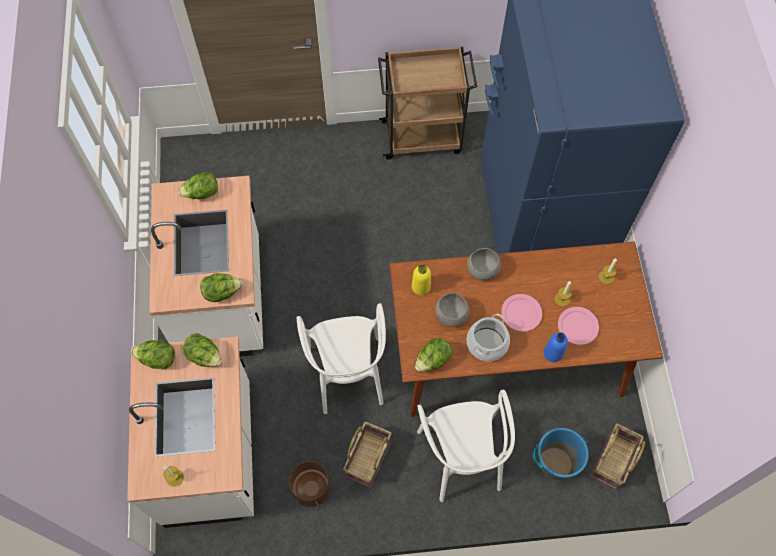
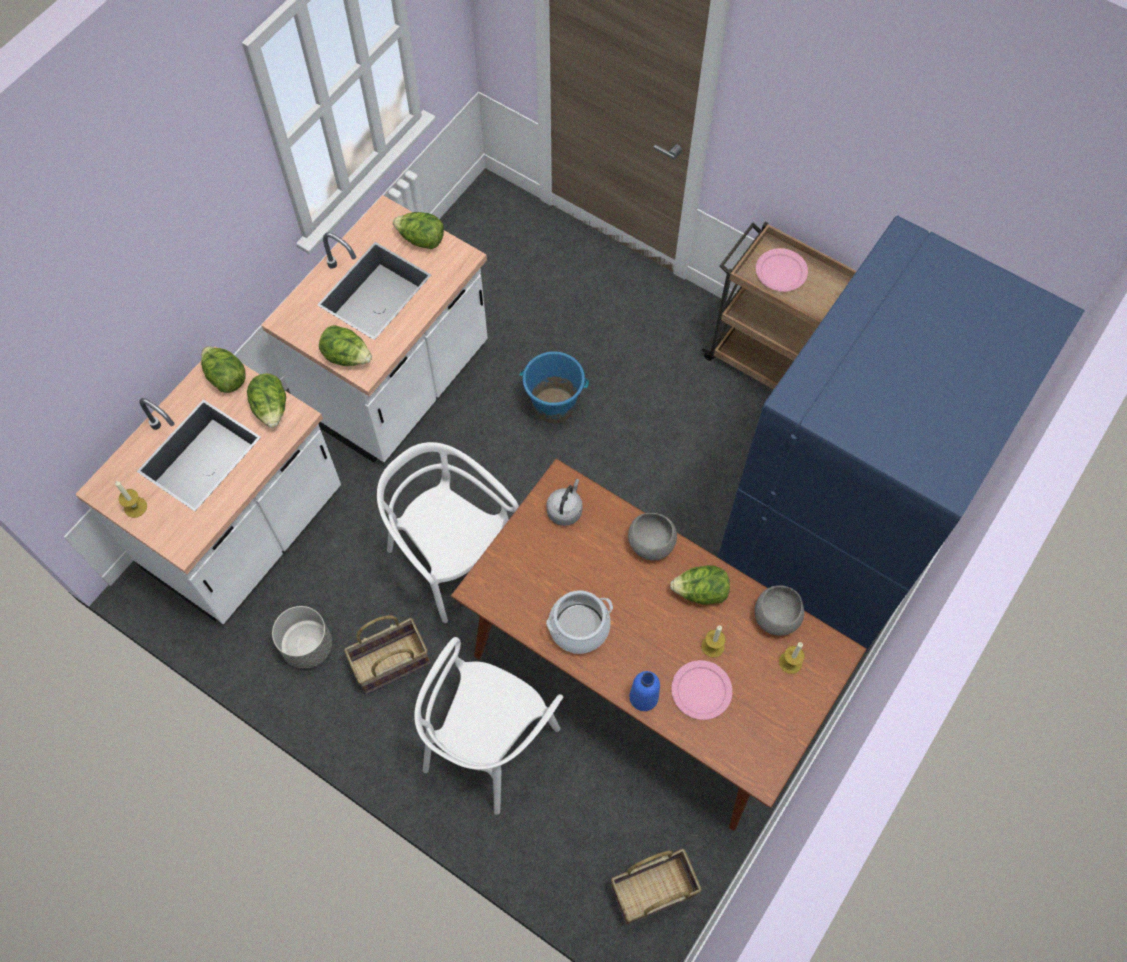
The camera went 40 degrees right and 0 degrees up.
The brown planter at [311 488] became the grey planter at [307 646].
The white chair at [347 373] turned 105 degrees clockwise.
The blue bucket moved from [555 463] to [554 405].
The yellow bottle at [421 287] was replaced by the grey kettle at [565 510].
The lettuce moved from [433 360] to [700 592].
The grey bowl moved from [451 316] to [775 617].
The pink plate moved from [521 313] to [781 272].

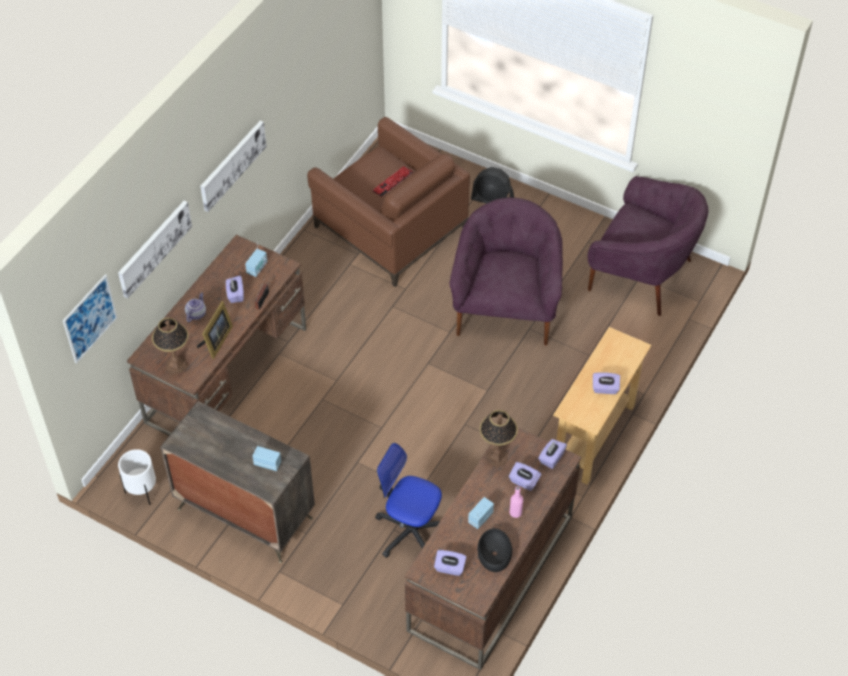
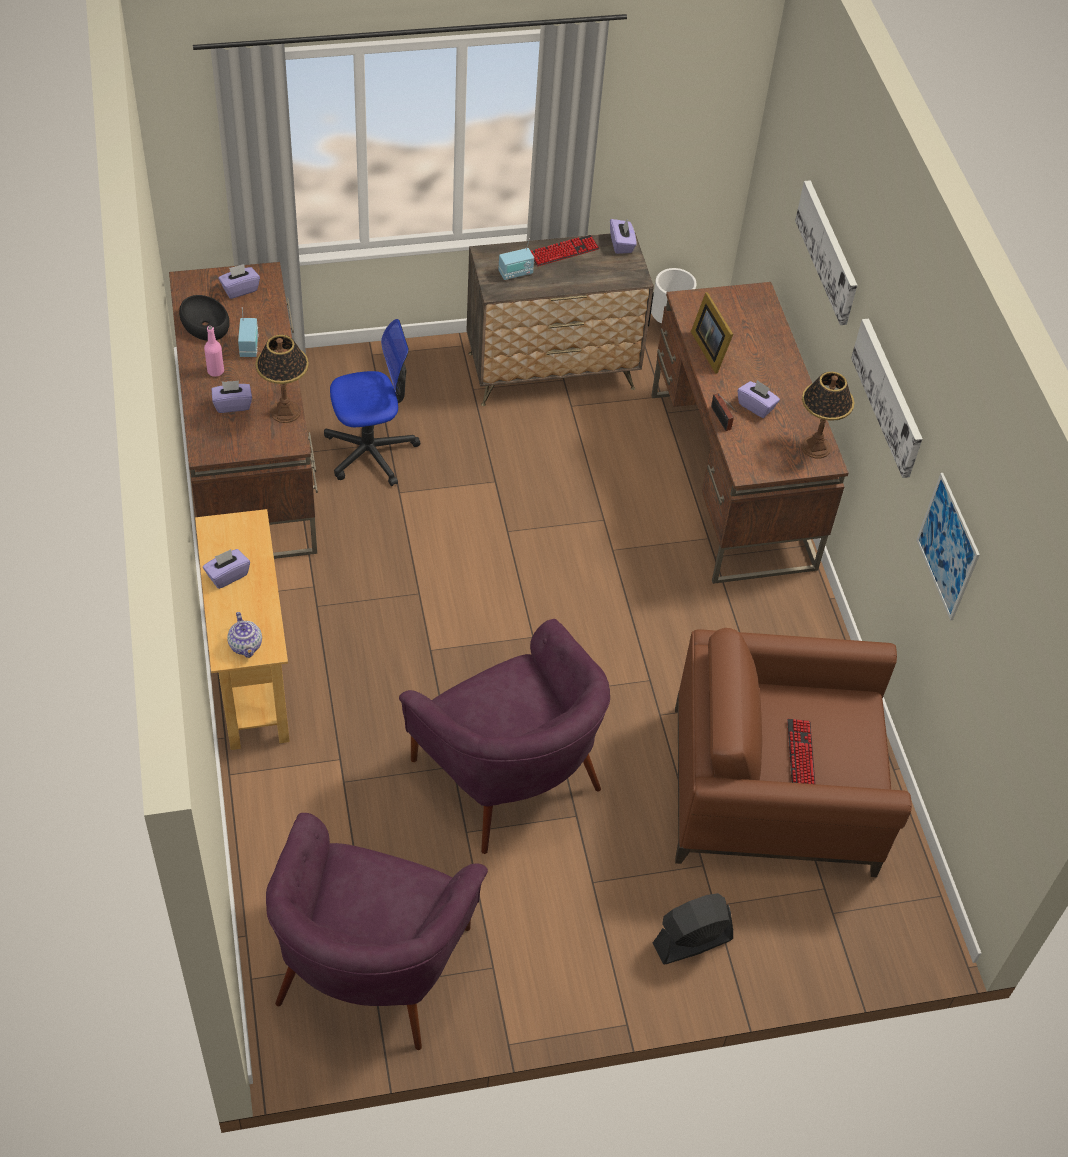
The camera went 135 degrees right and 0 degrees up.
The teapot moved from [196 313] to [246 646].
The purple armchair at [641 274] turned 60 degrees counterclockwise.
The keyboard at [564 251] appeared.
The purple tissue box moved from [551 458] to [621 244].
The table lamp moved from [176 365] to [815 447].
The picture moved from [90 318] to [948 546].
The radio at [257 268] disappeared.

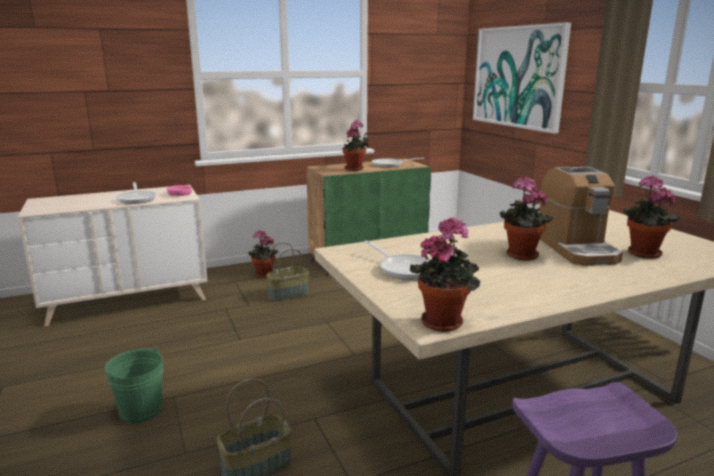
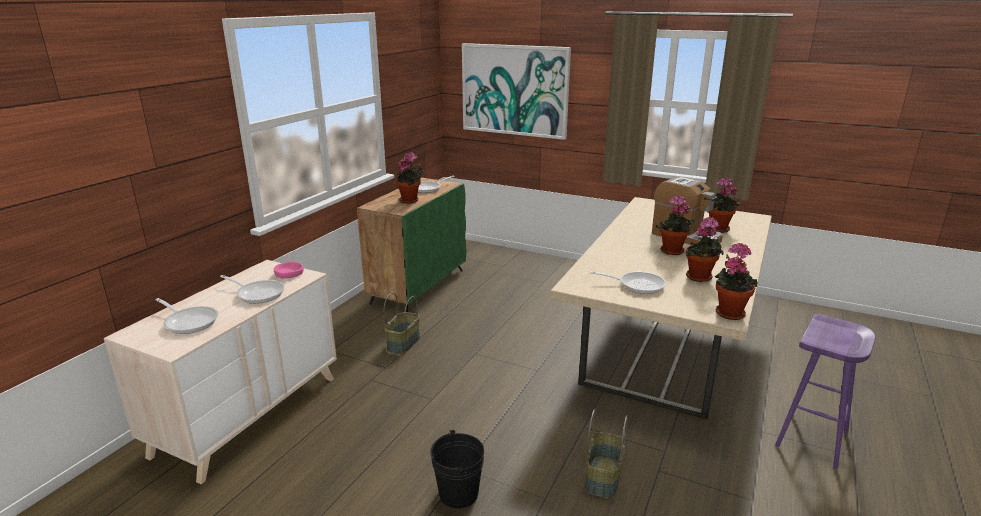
The camera went 40 degrees left and 5 degrees up.
The frying pan at [189 321] appeared.
The green bucket at [141 410] became the black bucket at [458 493].
The potted plant moved from [263 275] to [700 278].

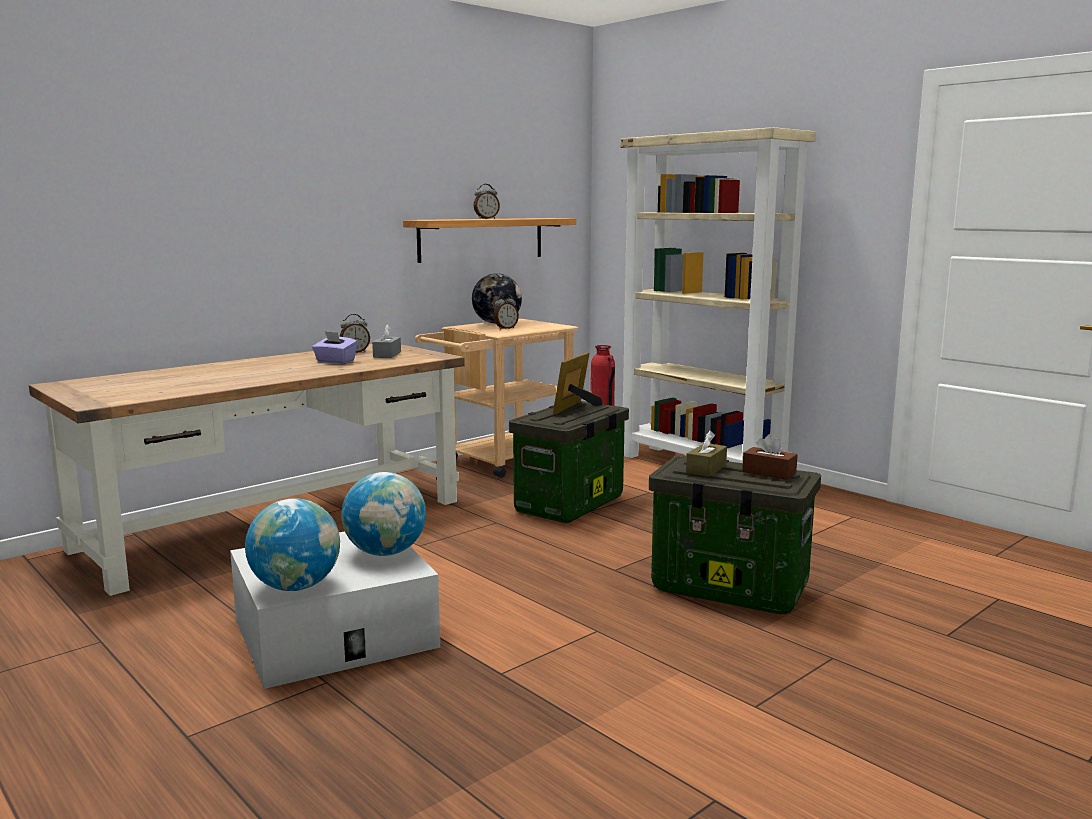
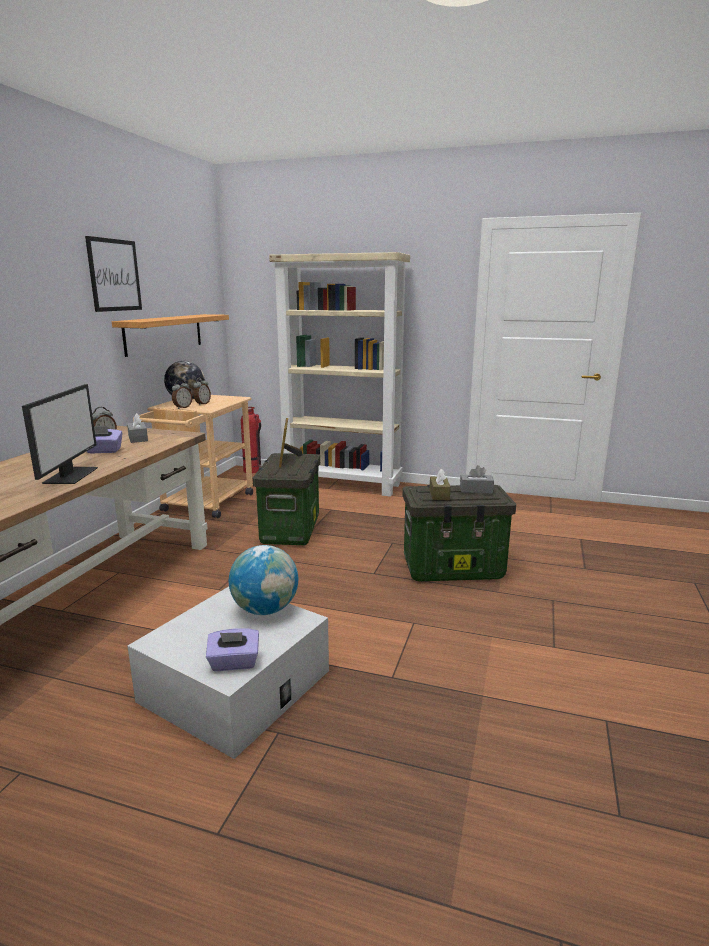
The camera went 30 degrees left and 5 degrees up.
The monitor at [70 475] appeared.
The picture at [114 275] appeared.
The alarm clock moved from [486 218] to [182 407].
The globe at [296 586] was replaced by the purple tissue box at [234 663].
The brown tissue box at [769 472] became the grey tissue box at [476 490].

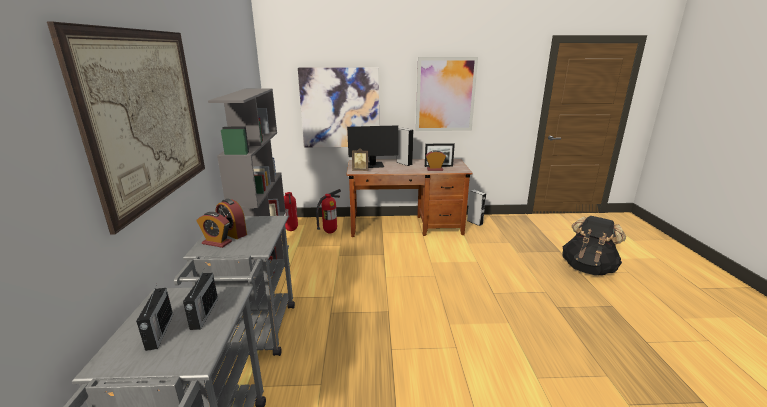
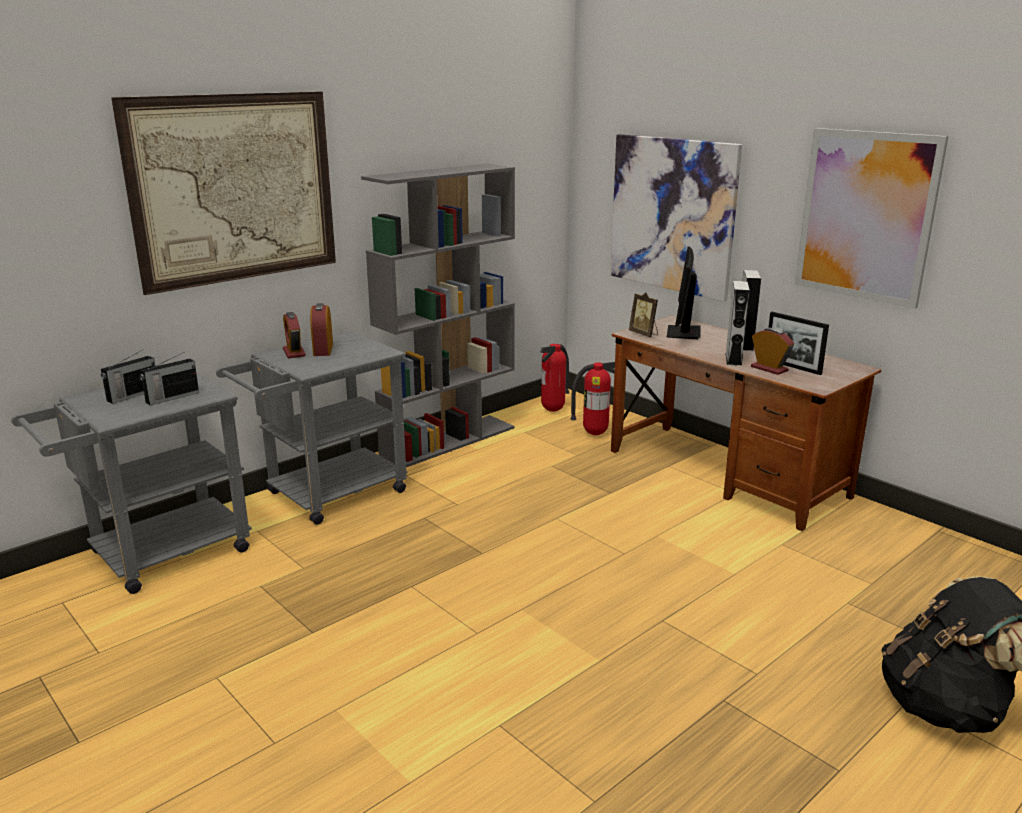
The camera went 50 degrees right and 0 degrees up.
The monitor at [372 165] turned 60 degrees clockwise.
The grey speaker moved from [474 222] to [733 359].

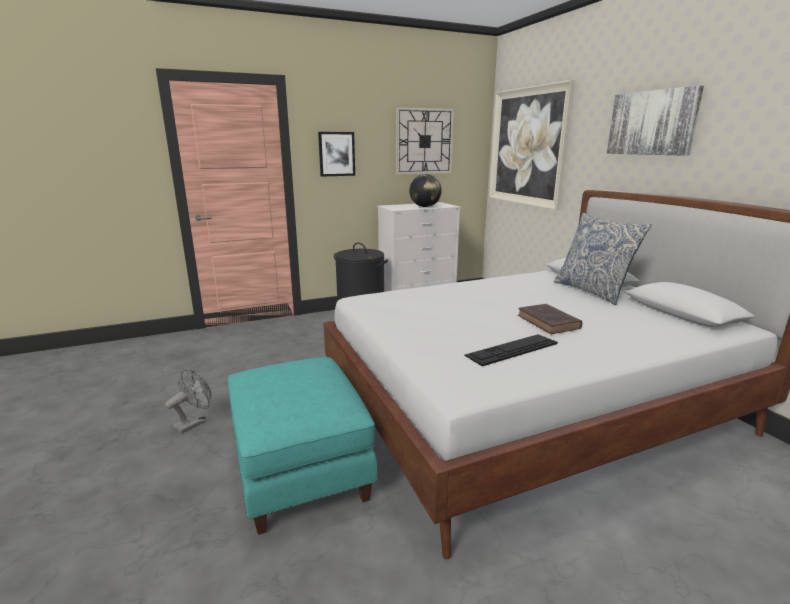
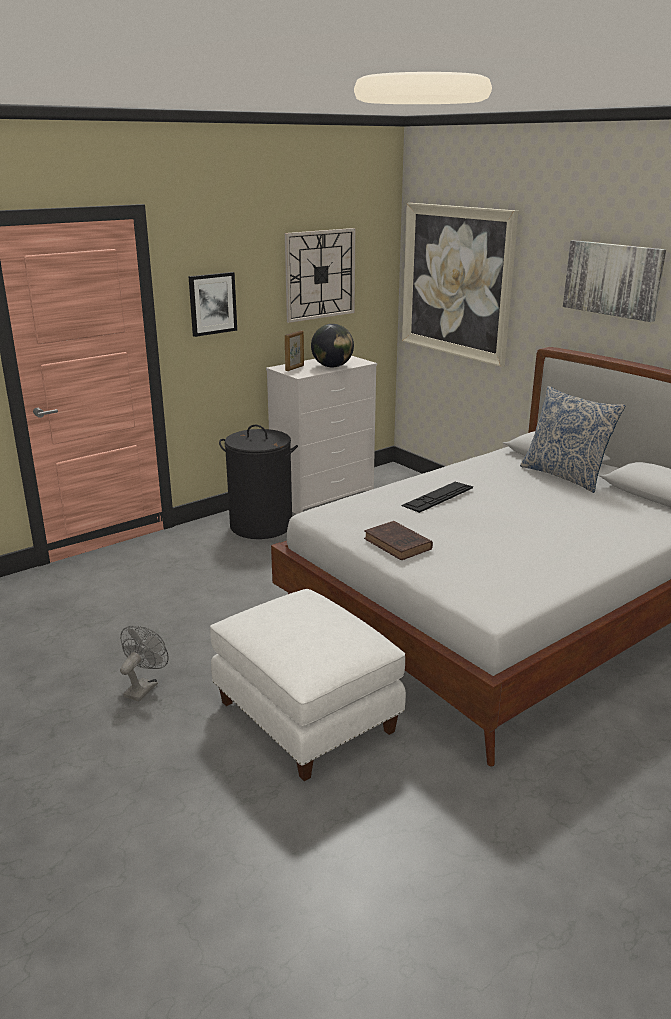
The camera went 15 degrees left and 5 degrees up.
The turquoise ottoman at [302 470] became the white ottoman at [308 716].
The picture frame at [295 368] appeared.
The brown book moved from [549 322] to [399 545].
The keyboard moved from [512 349] to [438 496].

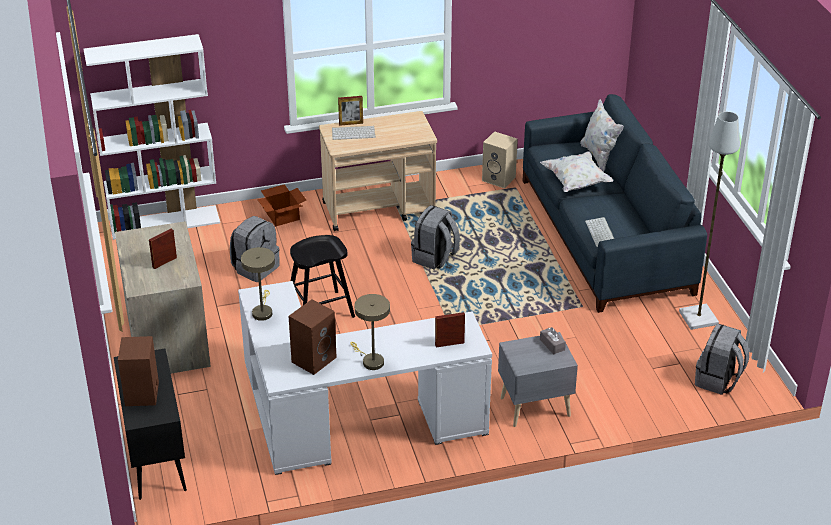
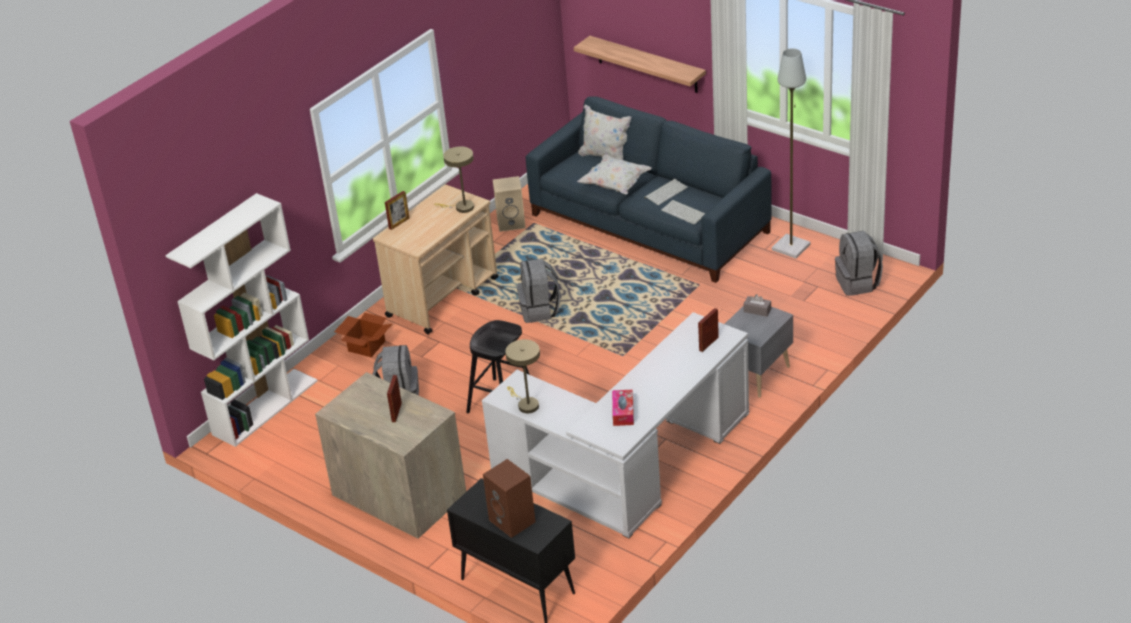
The camera went 35 degrees left and 0 degrees up.
The beige table lamp moved from [370 361] to [461 207].
The shelf at [647 64] appeared.
The brown speaker at [314 359] was replaced by the tissue box at [623 412].
The keyboard moved from [354 133] to [666 192].

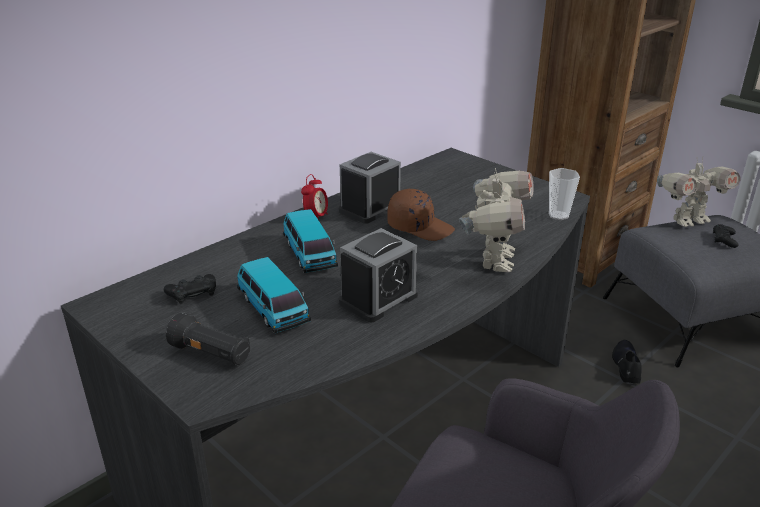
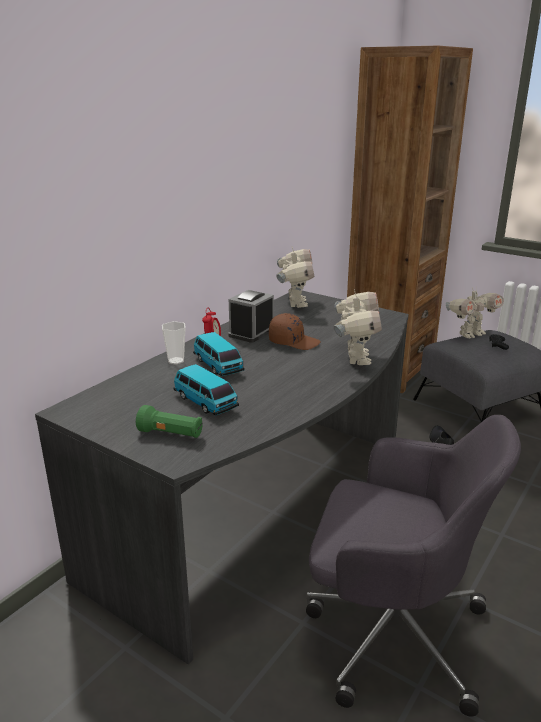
The camera went 10 degrees left and 5 degrees down.
The black flashlight at [211 354] became the green flashlight at [171 434].
The cup moved from [558 215] to [176 361].
The toy robot at [295 303] appeared.
The black game controller at [193 293] disappeared.
The alarm clock at [378 299] disappeared.

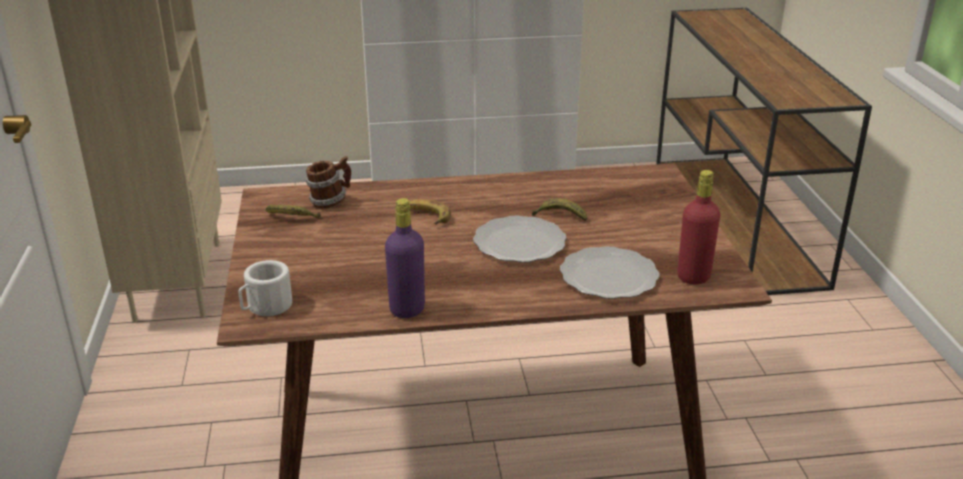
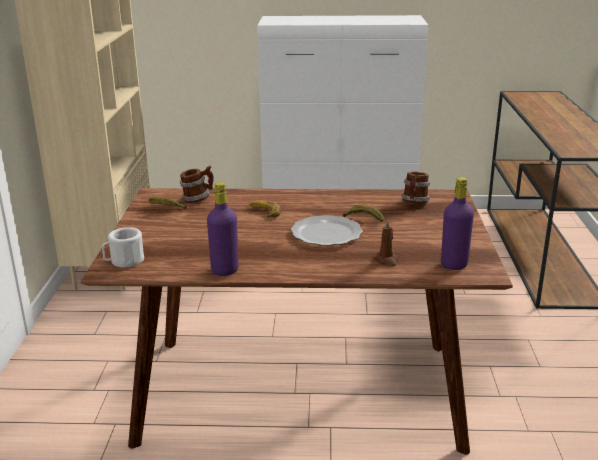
The camera went 10 degrees right and 5 degrees down.
The plate at [609 277] was replaced by the brown candle at [386 260].
The mug at [415 203] appeared.
The red bottle at [693 277] became the purple bottle at [454 265].

